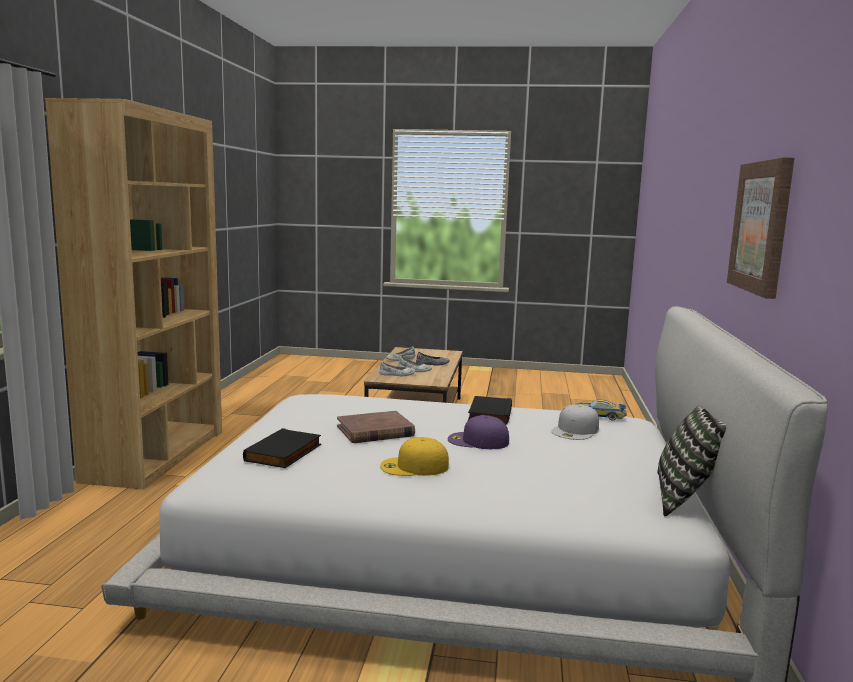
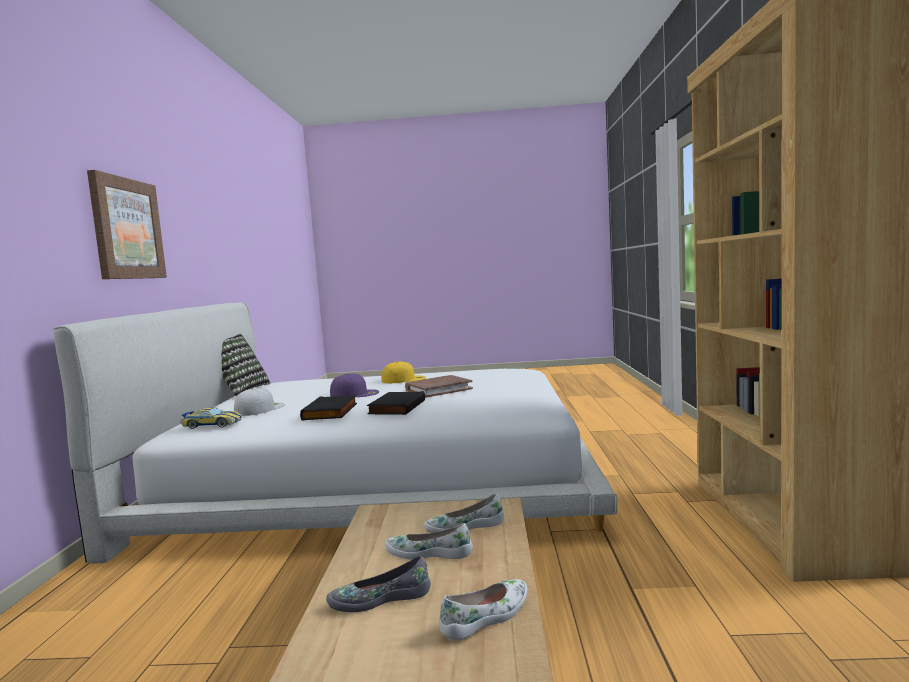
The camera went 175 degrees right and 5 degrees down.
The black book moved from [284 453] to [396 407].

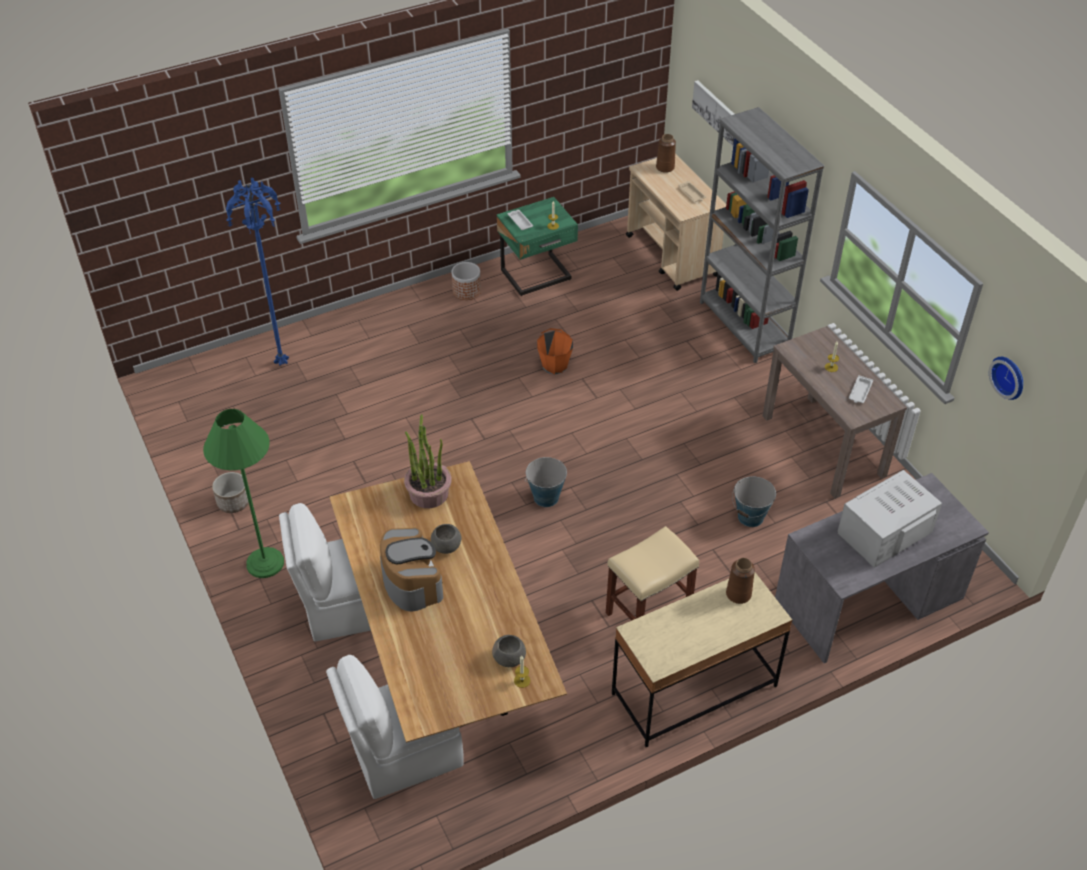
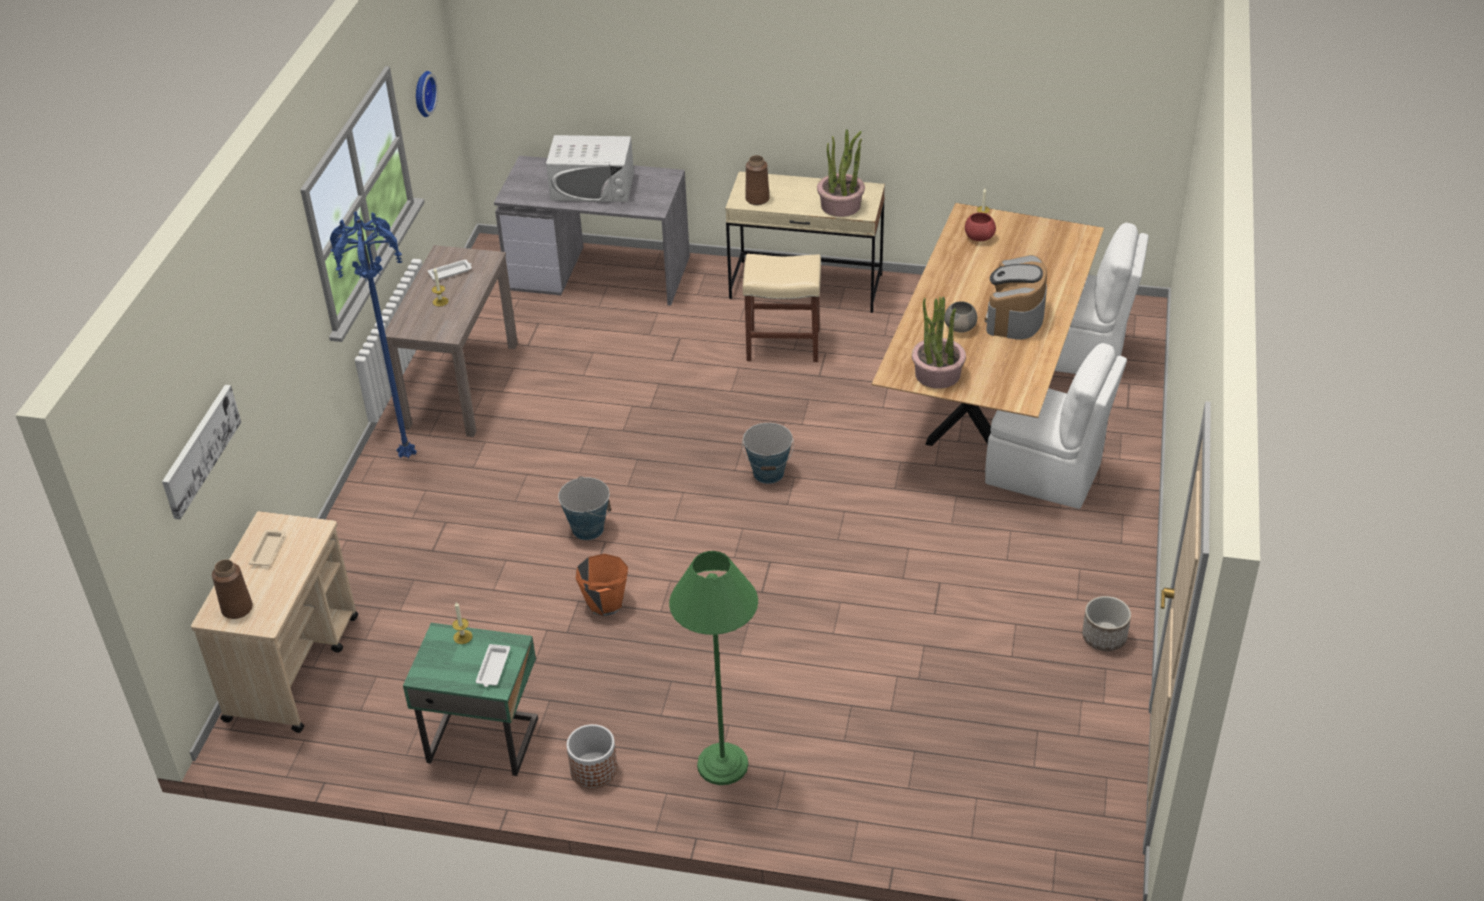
The camera went 140 degrees left and 5 degrees down.
The blue floor lamp moved from [283 363] to [405 456].
The bucket moved from [750 517] to [588 529].
The green floor lamp moved from [265 563] to [722 764].
The potted plant at [841 205] appeared.
The grey bowl at [509 658] became the red bowl at [979 237].
The grey bookcase at [744 326] disappeared.

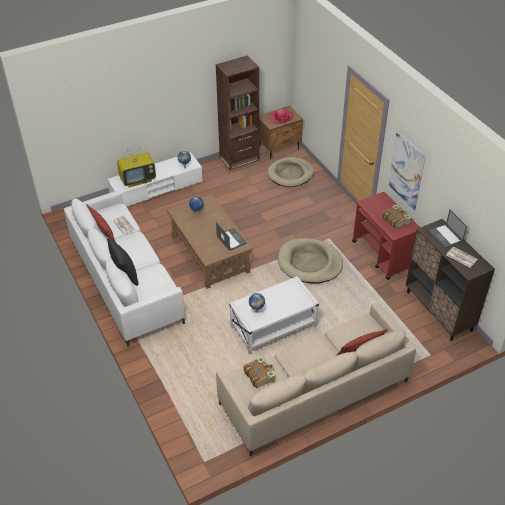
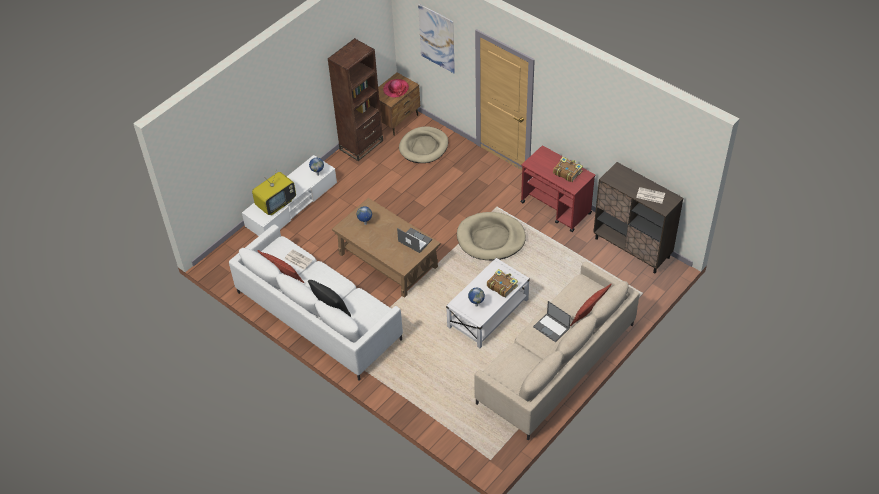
The camera went 20 degrees left and 5 degrees up.
The picture moved from [406 171] to [437 38].
The book moved from [259 375] to [502 286].
The laptop moved from [446 236] to [551 328].

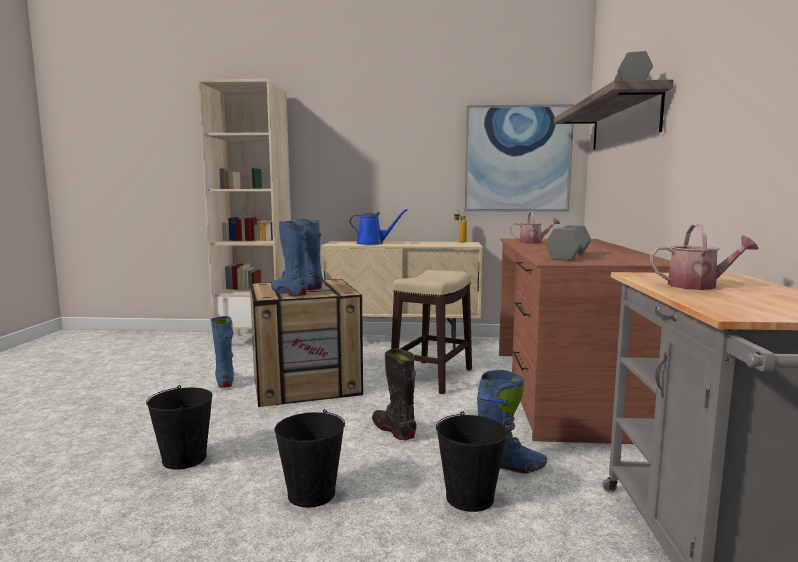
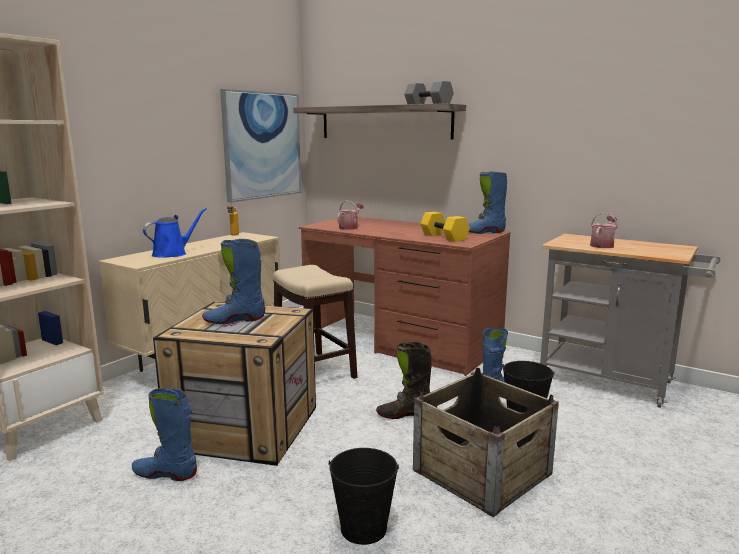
The camera went 60 degrees left and 5 degrees up.
The black bucket at [311 494] was replaced by the crate at [482 472].
The grey dumbbell at [569 256] became the yellow dumbbell at [444 237].
The blue boot moved from [289 293] to [484 232].

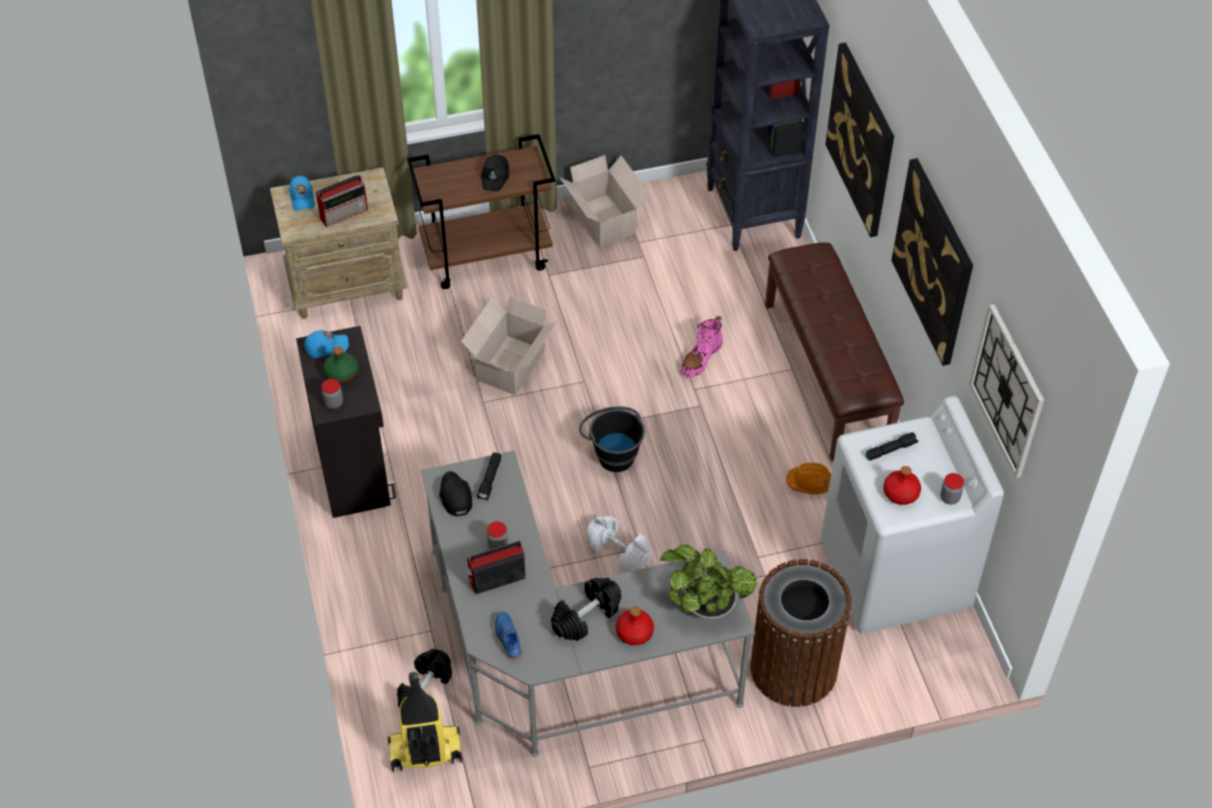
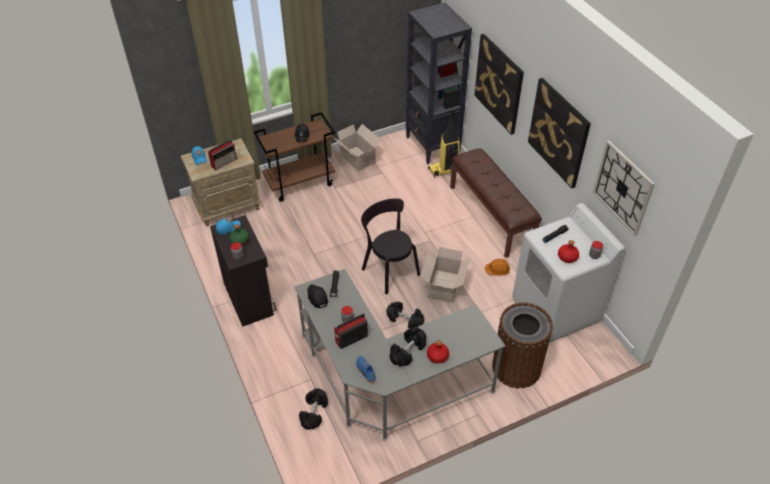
The camera went 10 degrees left and 5 degrees down.
The black bucket at [612 452] was replaced by the black chair at [389 270].
The white dumbbell at [619 550] became the black dumbbell at [405 319].
The cardboard box moved from [509 367] to [443 287].
The vacuum cleaner moved from [425 753] to [445 170].
The potted plant at [705 605] disappeared.
The pink boot at [701 358] disappeared.

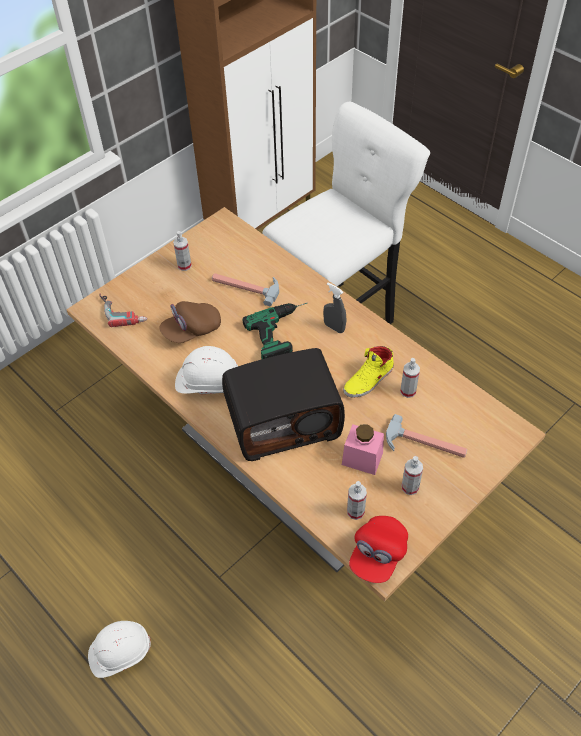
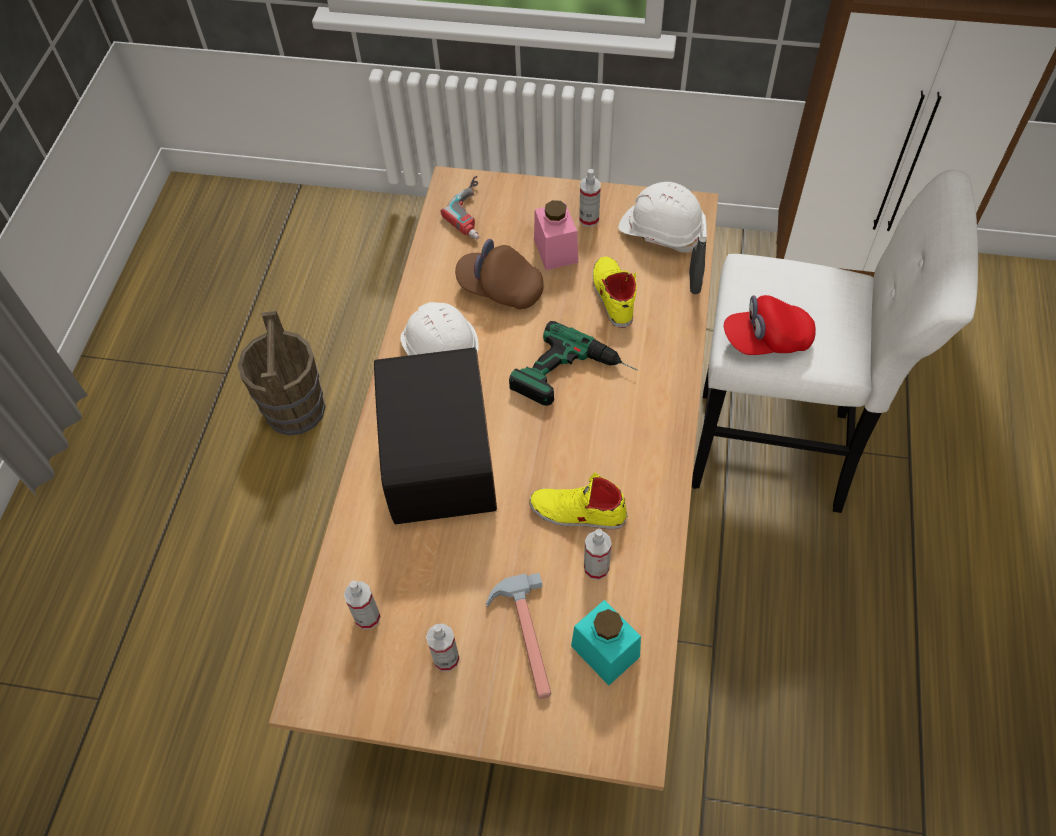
The camera went 55 degrees right and 5 degrees up.
The brown bucket at [295 409] appeared.
The radio at [284 420] turned 45 degrees clockwise.
The pink jar moved from [362 458] to [555 251].
The turquoise jar at [605 651] appeared.
The hammer at [246 286] was replaced by the yellow shoe at [612 295].
The white hard hat moved from [120 652] to [661 231].
The grey spray bottle moved from [334 327] to [694 283].
The red cap moved from [378 555] to [766 340].

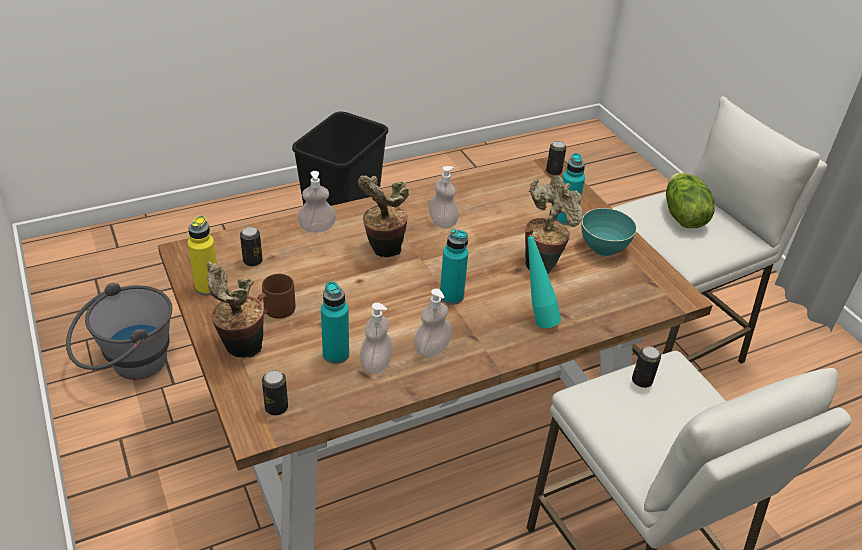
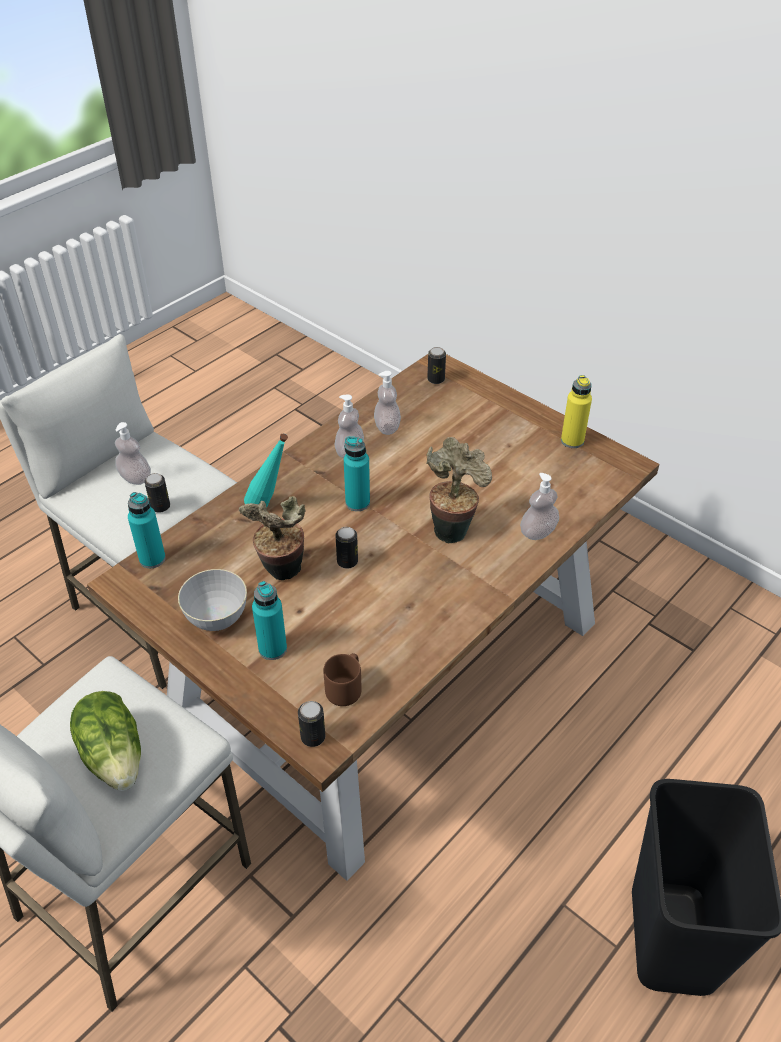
The camera went 160 degrees right and 5 degrees up.
The soap dispenser moved from [442 222] to [135 478].
The turquoise bottle moved from [336 354] to [152 559].
The turquoise bowl at [603 248] became the grey bowl at [217 618].
The brown mug moved from [276 310] to [345 688].
The can moved from [252 261] to [347 561].
The grey bucket at [129 365] disappeared.
The potted plant at [240 348] disappeared.

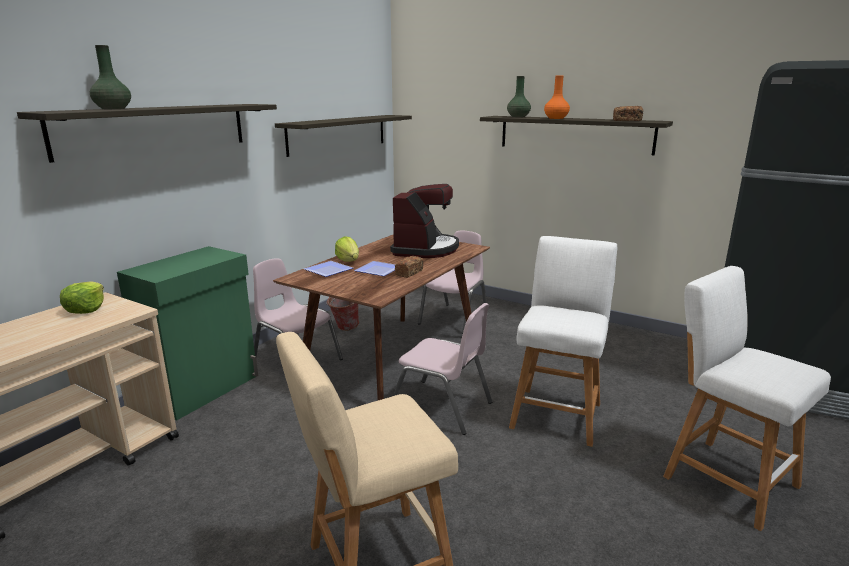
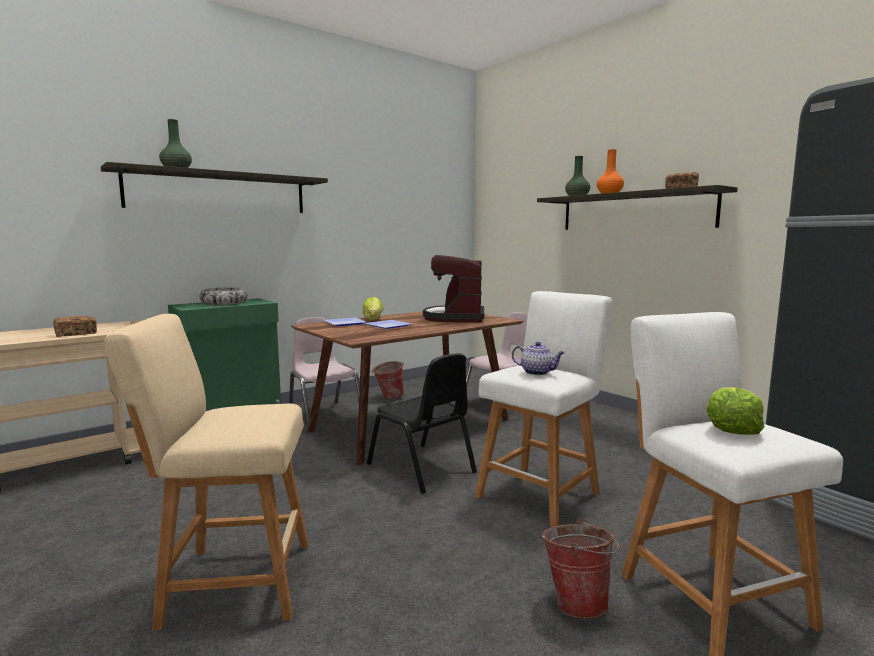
The camera went 20 degrees right and 10 degrees down.
The bread moved from [409 273] to [76 334].
The bowl at [224 303] appeared.
The pink chair at [441 407] became the black chair at [421 468].
The coffee machine at [425 249] turned 150 degrees clockwise.
The teapot at [537 372] appeared.
The bucket at [577 602] appeared.
The lettuce moved from [86 309] to [731 428].
The shelf at [338 134] disappeared.

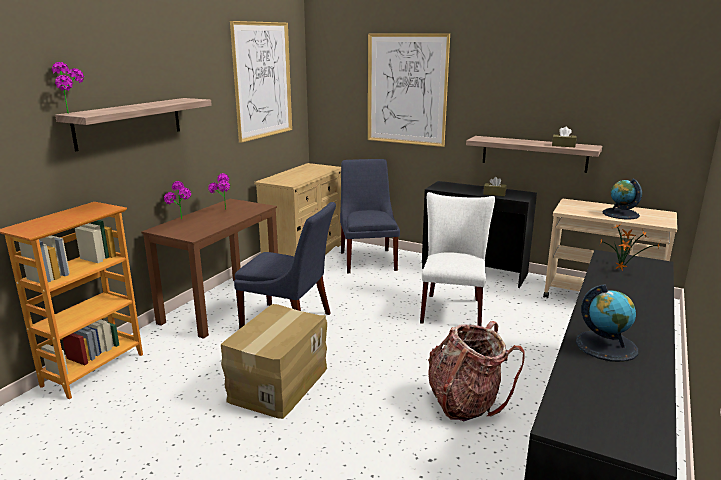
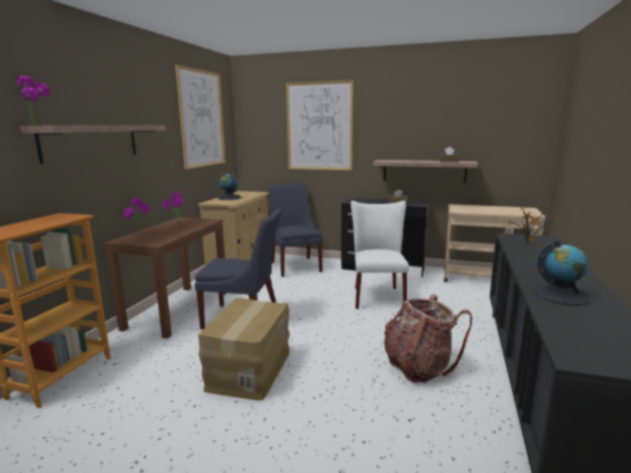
The camera went 10 degrees left and 5 degrees down.
The globe moved from [620 214] to [229 198].

